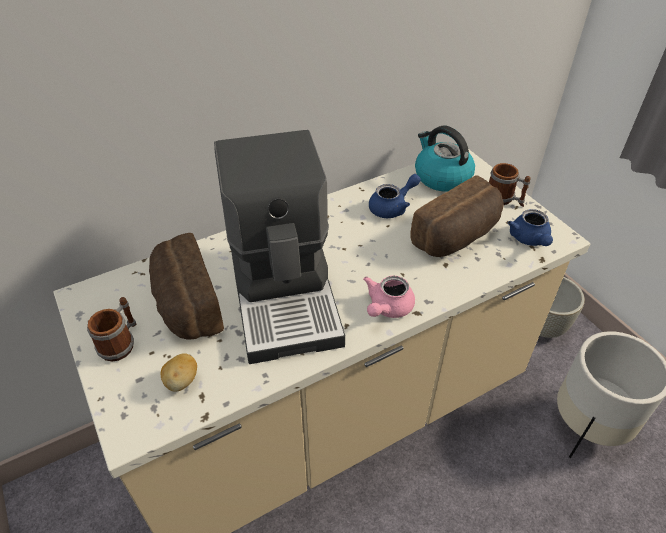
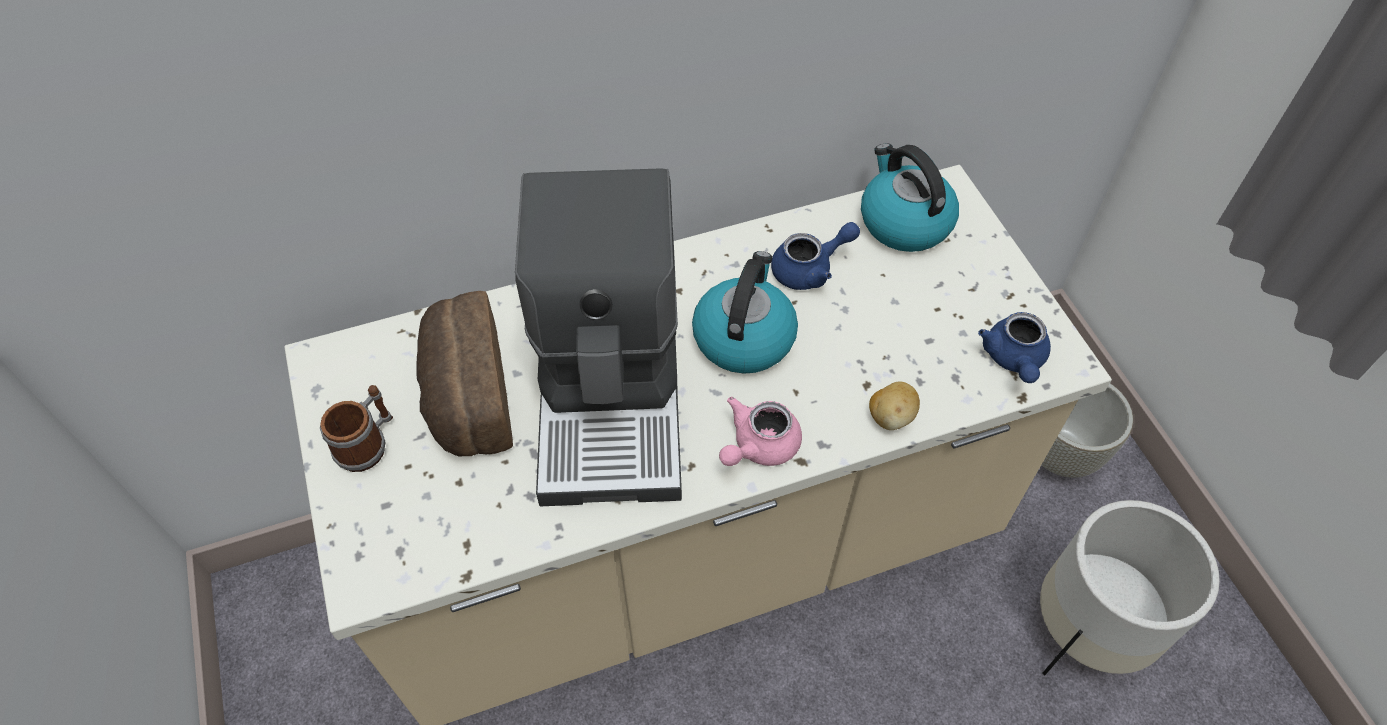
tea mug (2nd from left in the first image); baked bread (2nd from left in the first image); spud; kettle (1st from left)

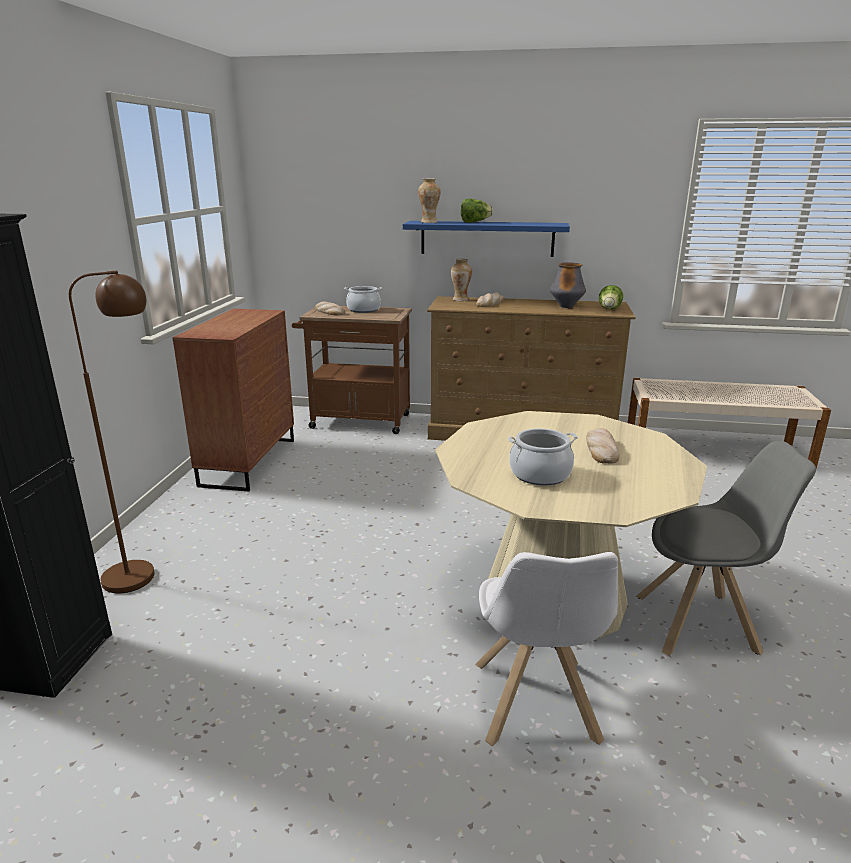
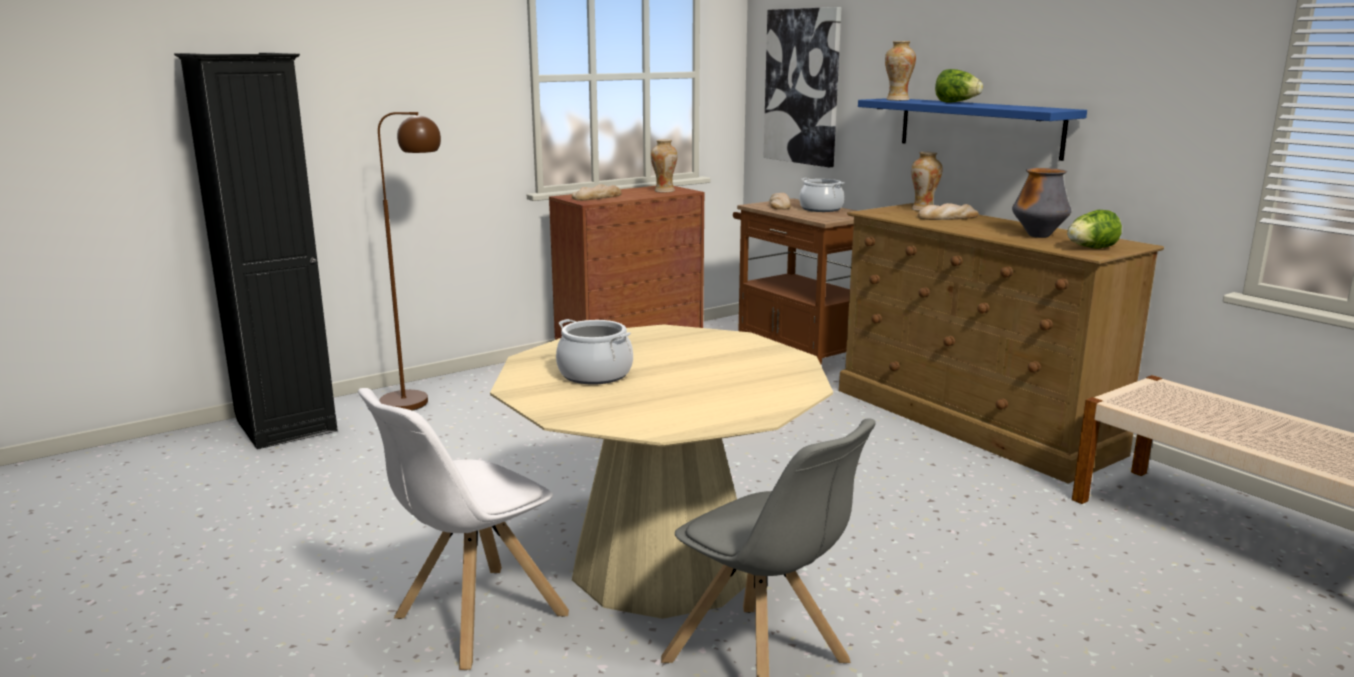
baked bread (1st from left); picture; vase (1st from left)

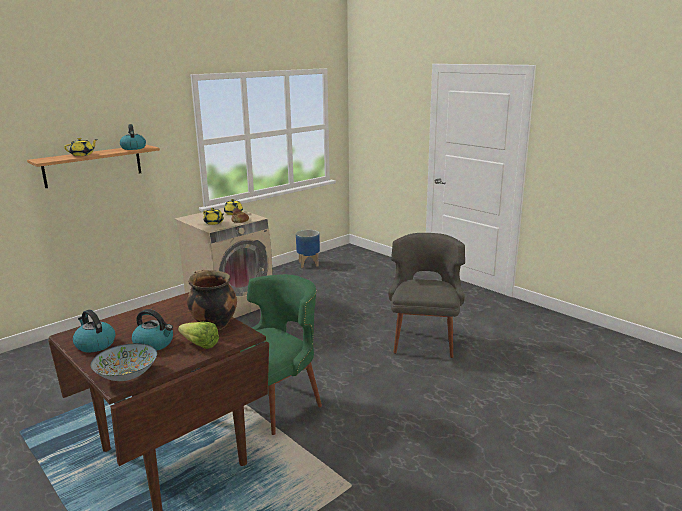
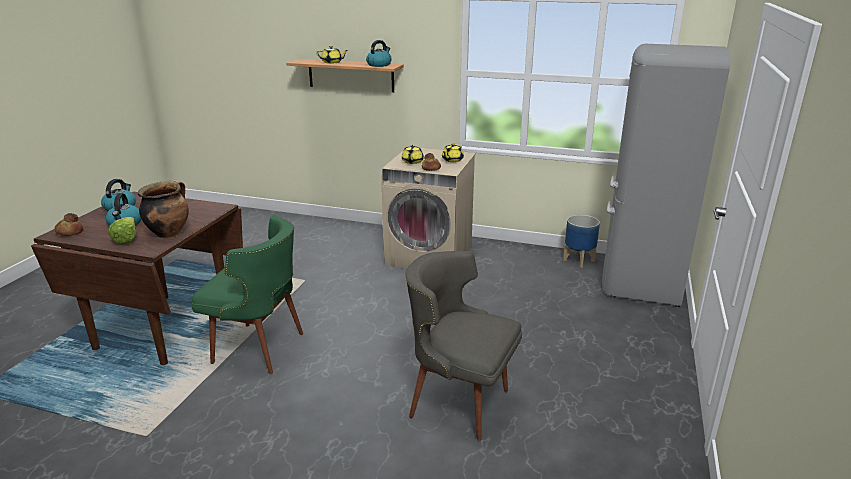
gray upright chair; baked bread (1st from left); gray fridge

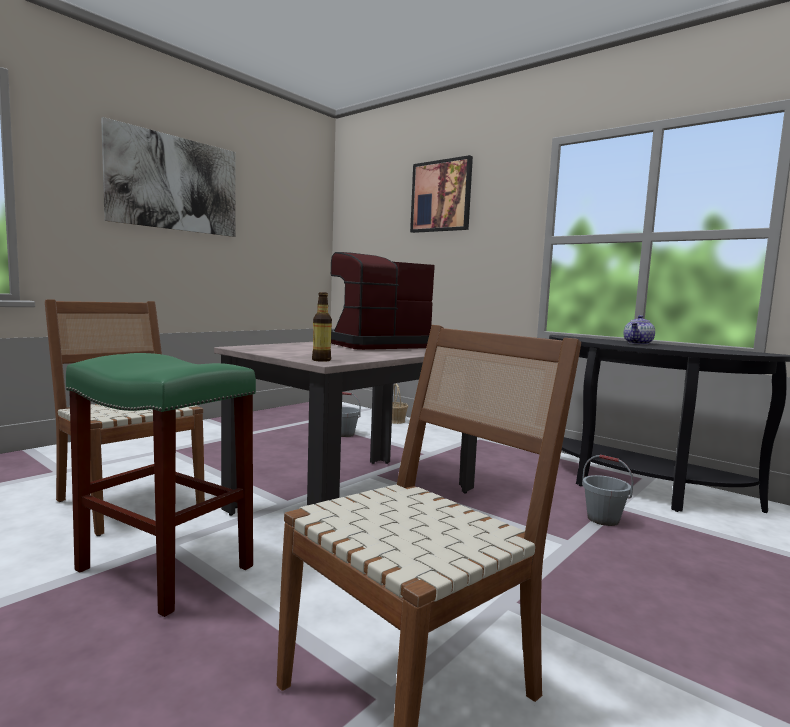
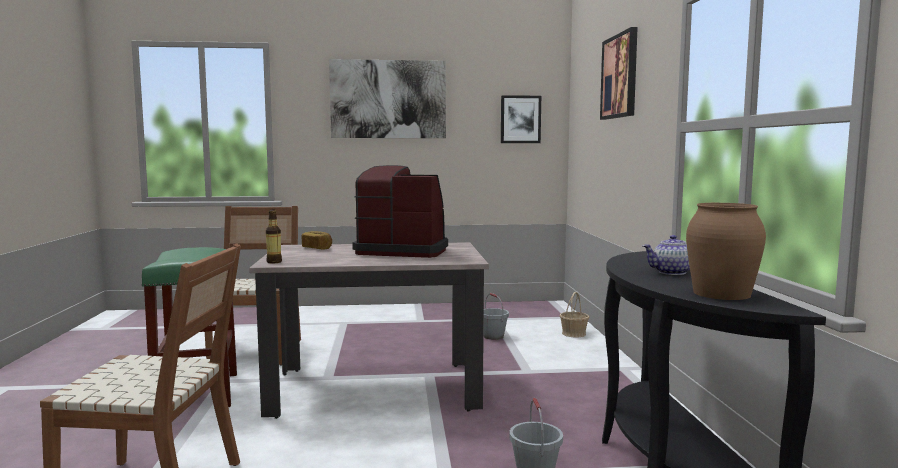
picture (2nd from left); brownish vase; baked bread

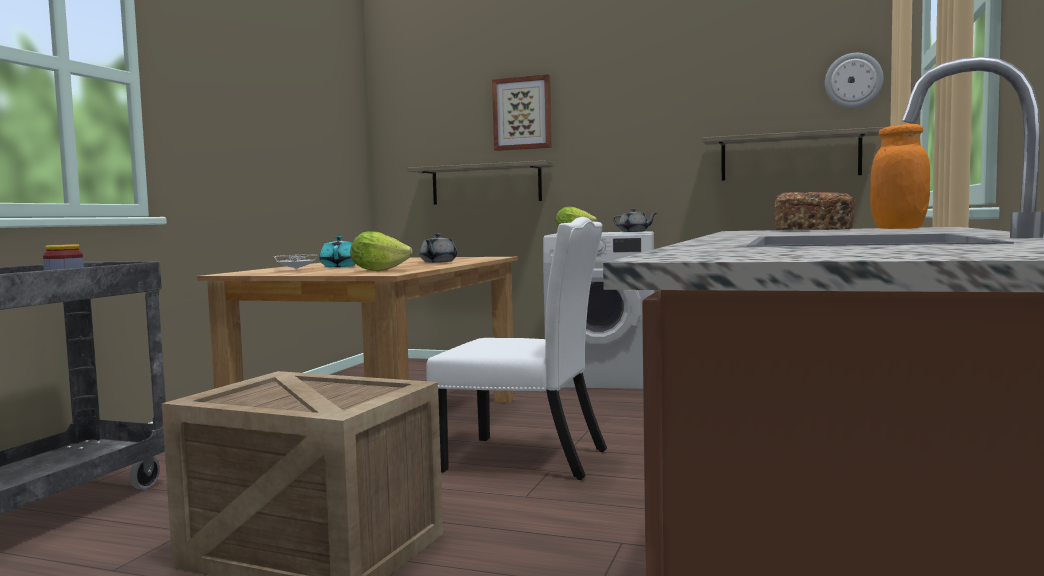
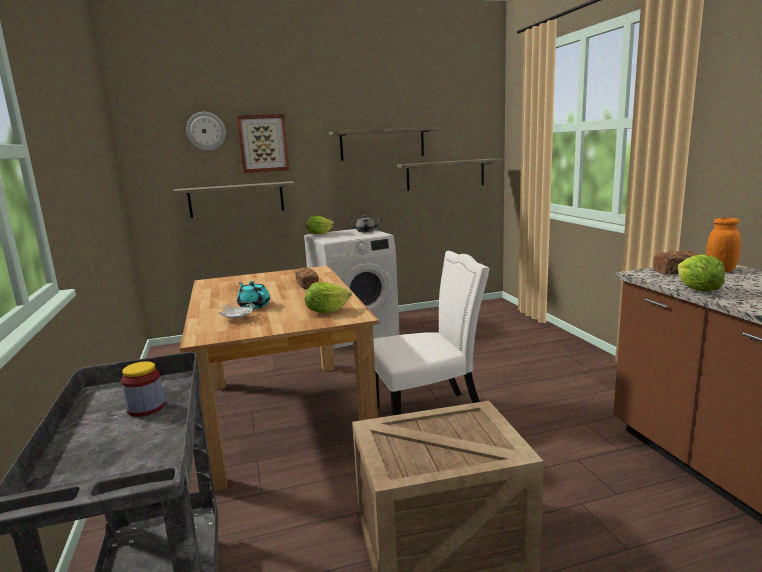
hanging clock; baked bread (1st from left); shelf (2nd from left); lettuce (3rd from left)

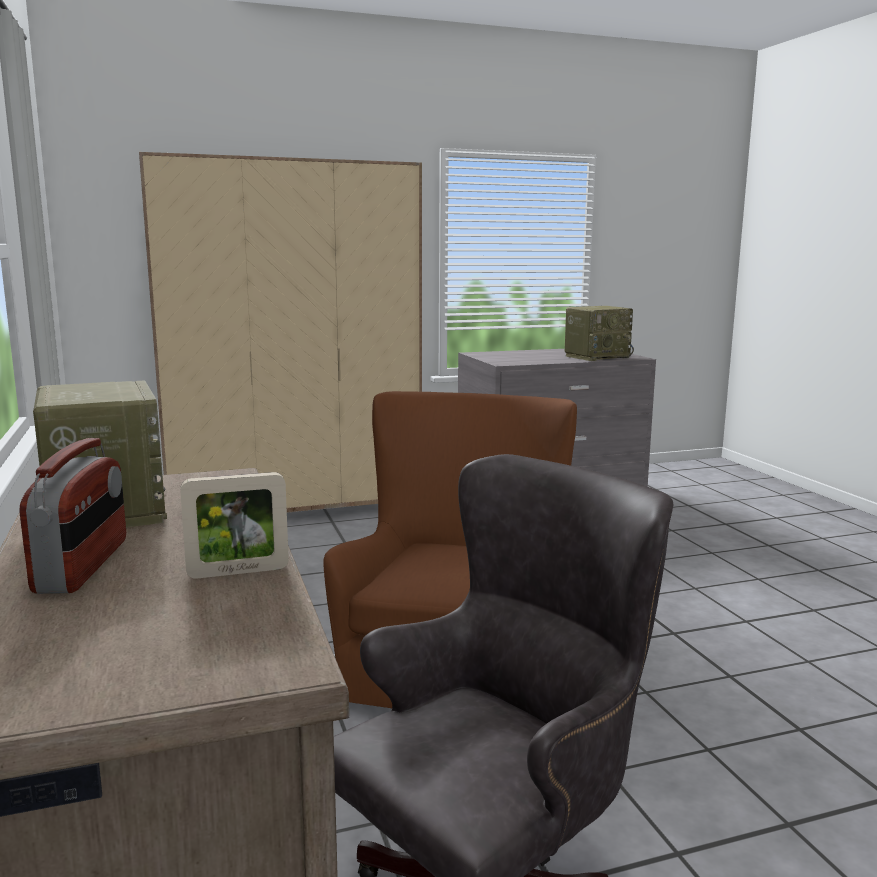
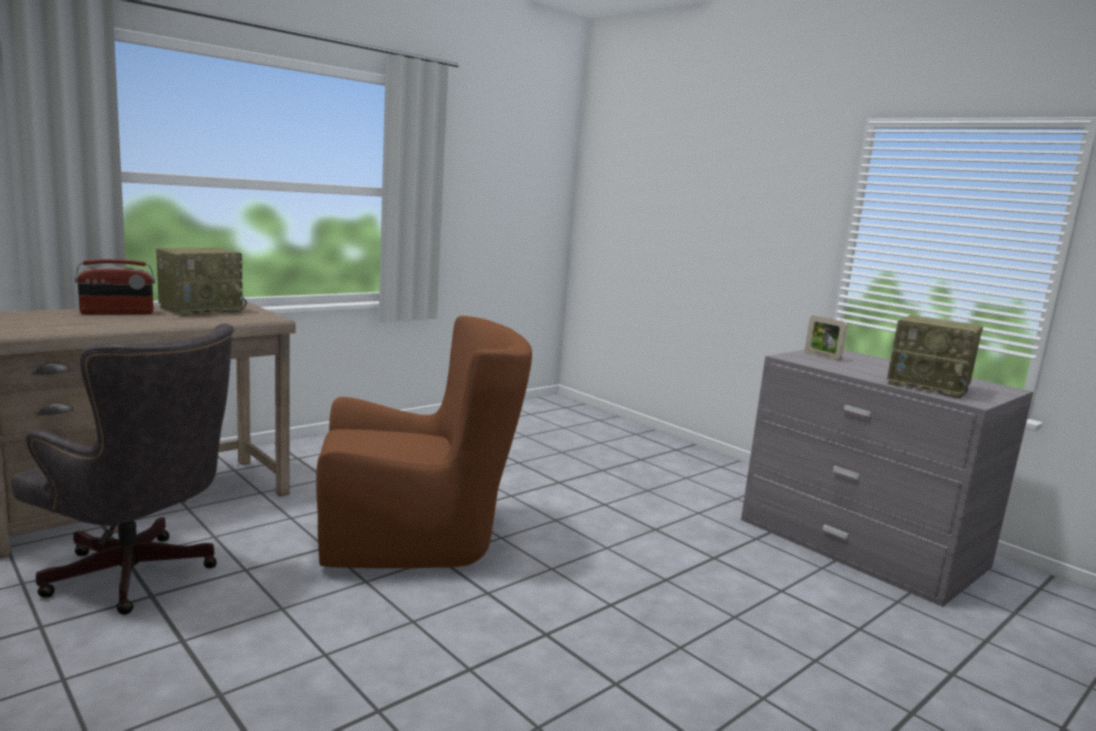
beige armoire; standing frame

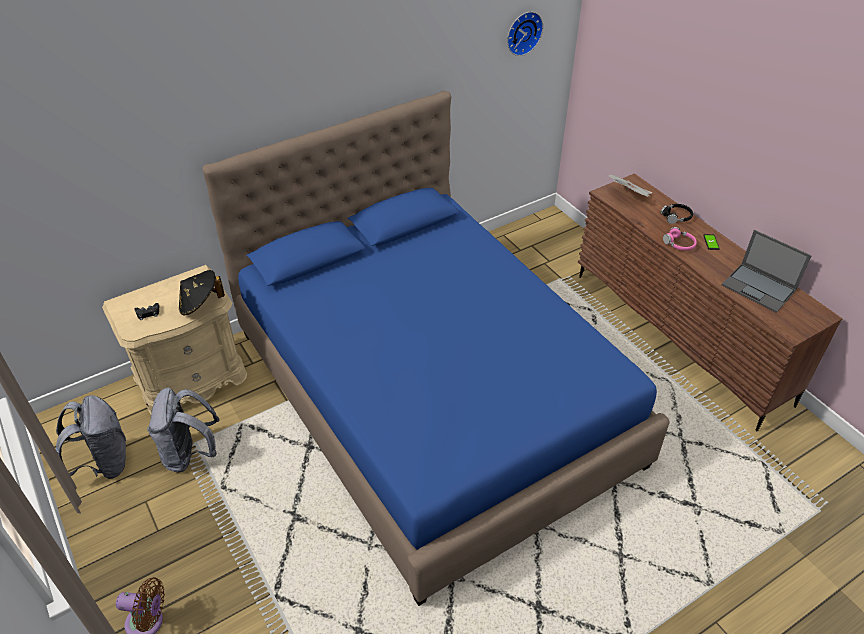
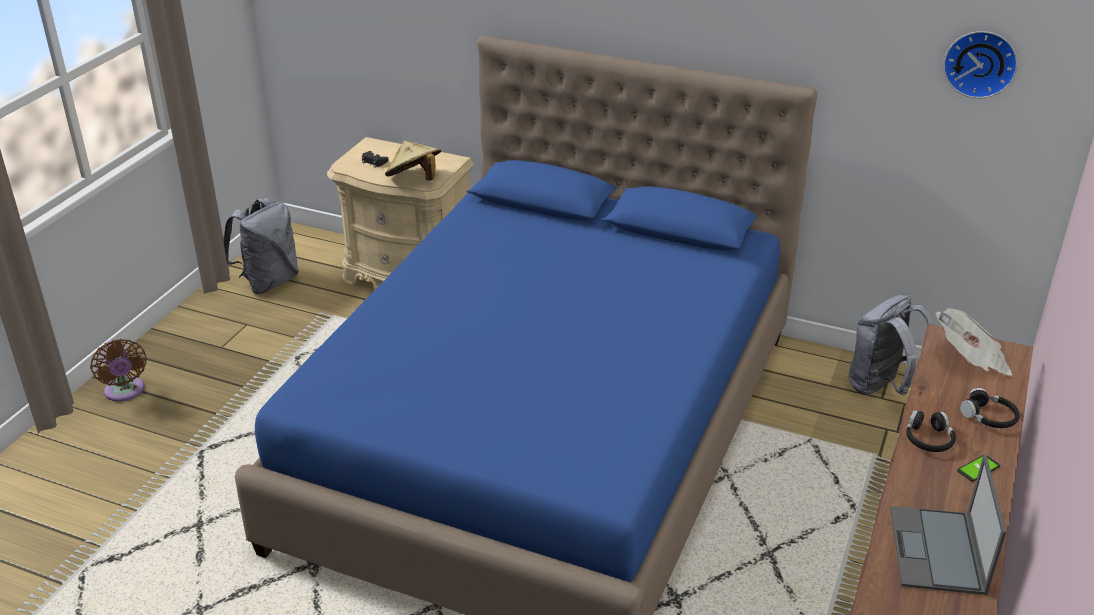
black headphones (1st from left); beige hat; gray knapsack (2nd from left)

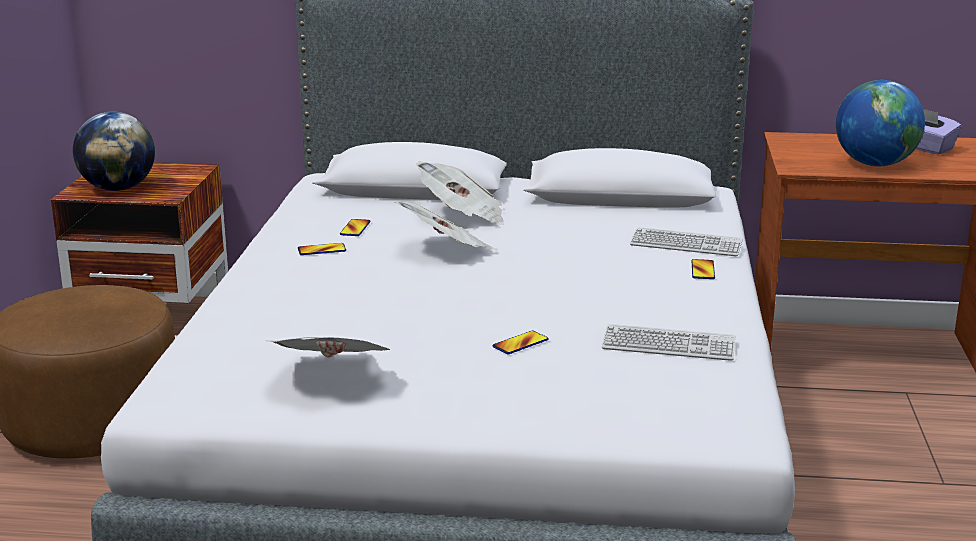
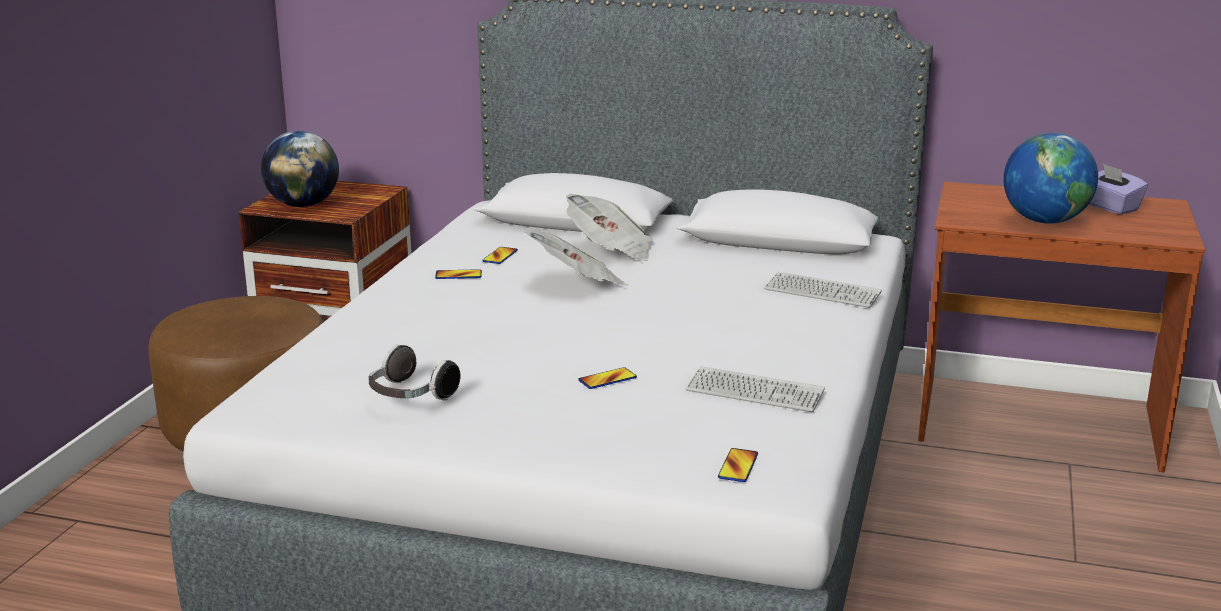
handset (4th from left); headphones

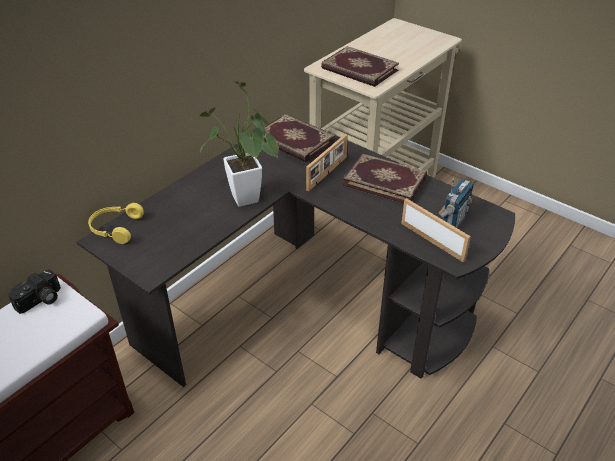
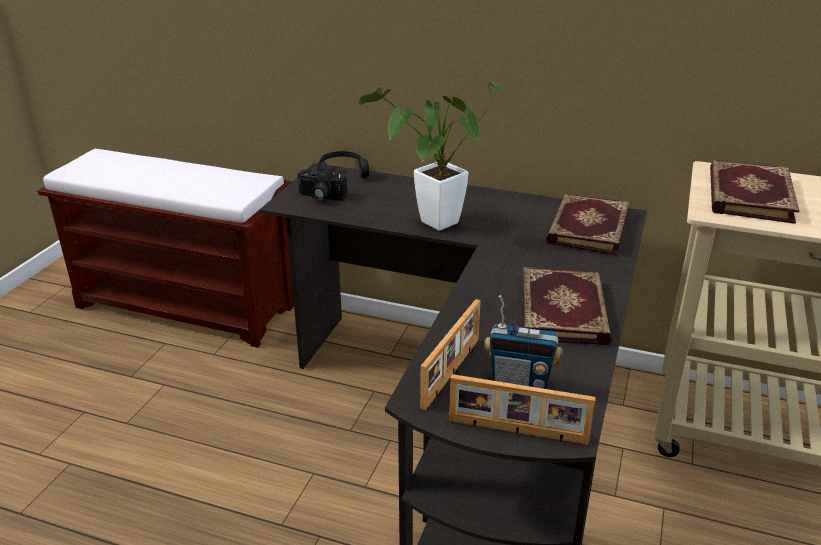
standing frame (2nd from left); black headphones; photo camera

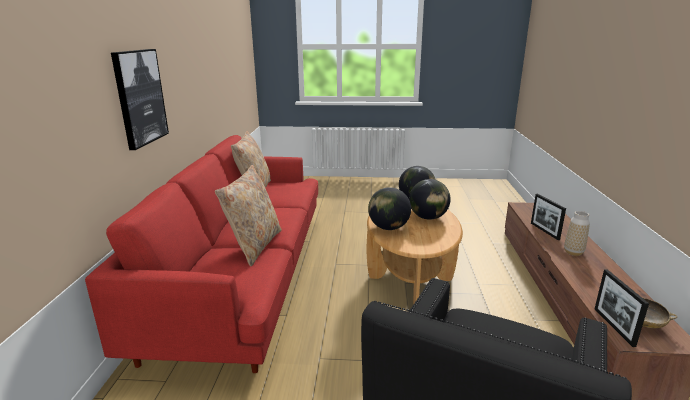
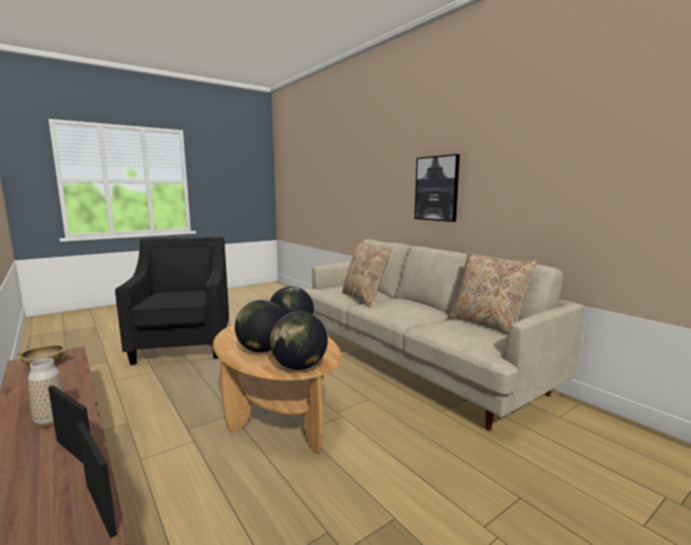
beige settee; standing frame (2nd from left)

